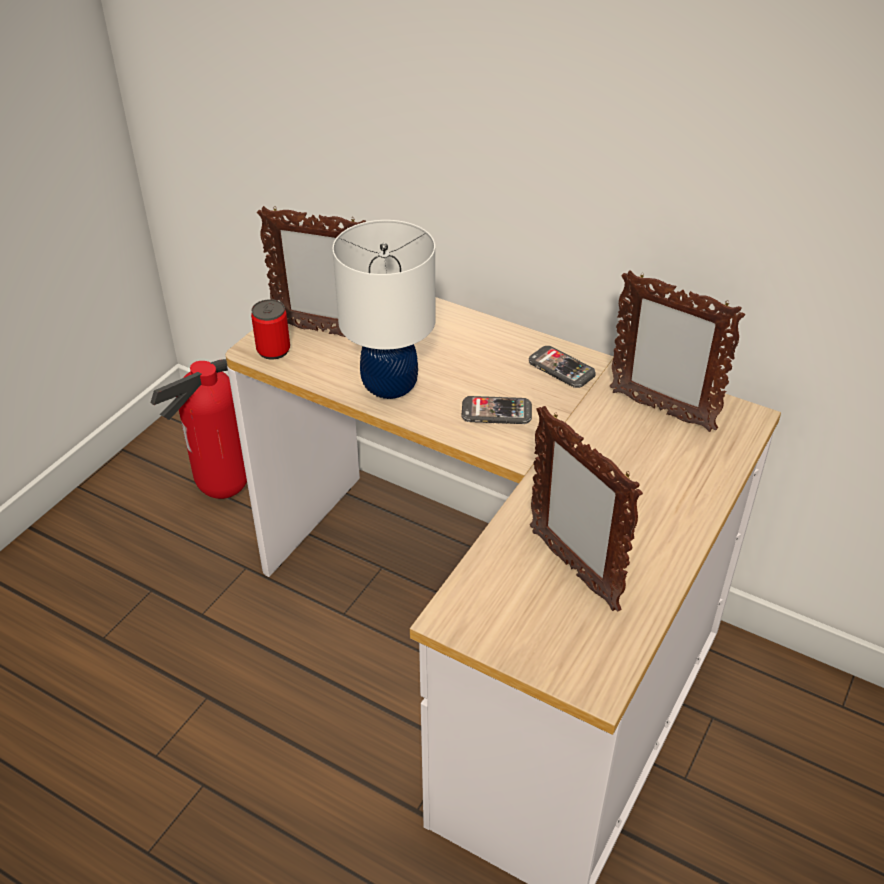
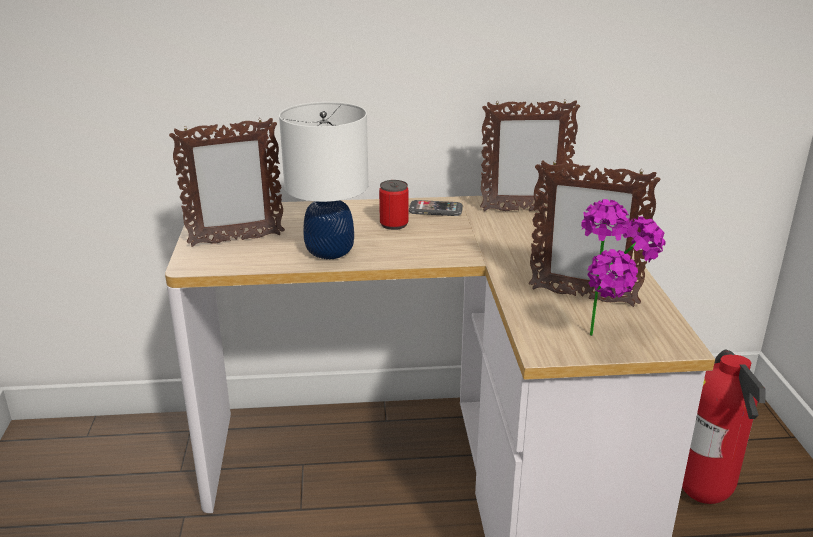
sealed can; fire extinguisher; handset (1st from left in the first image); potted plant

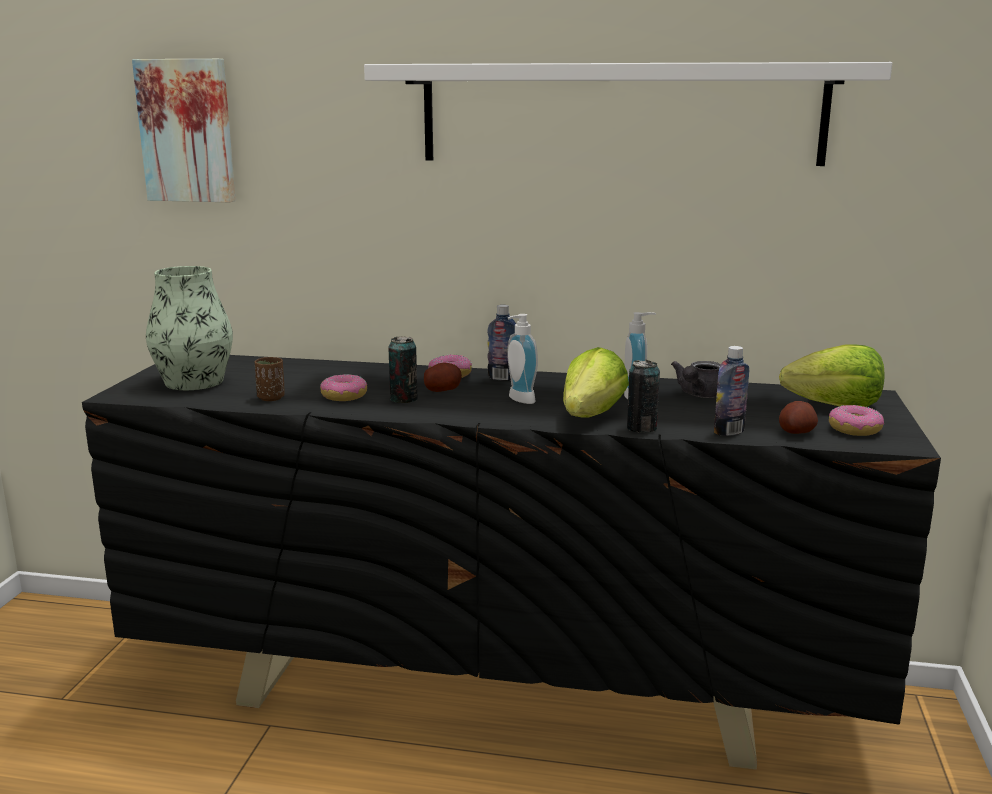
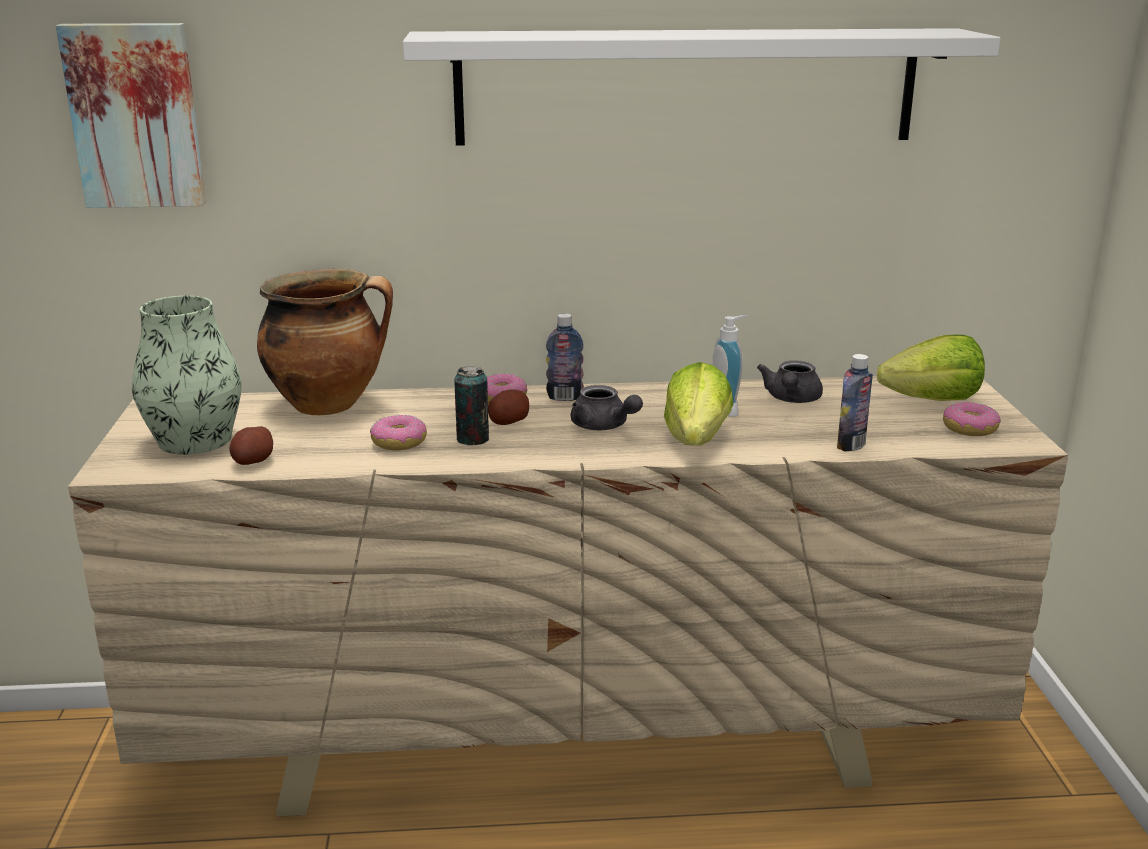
gray teapot (1st from left); beige cupboard; brownish small cup; sealed can (2nd from left in the first image); spud (1st from left); saucepot

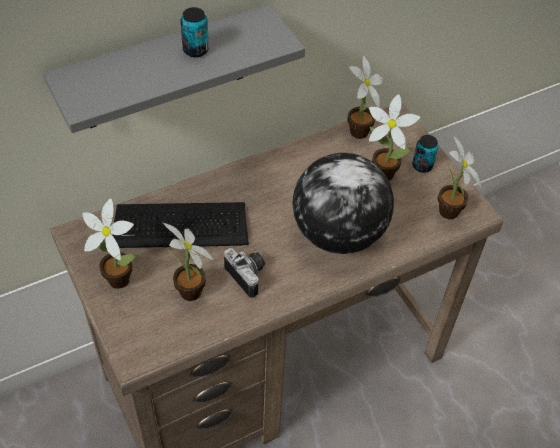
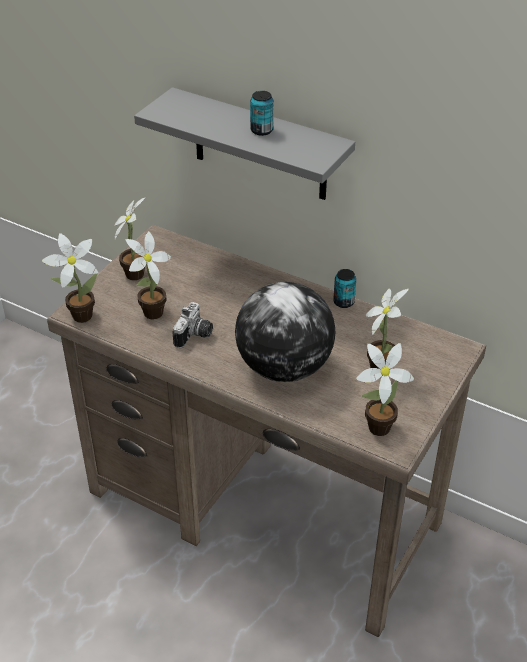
potted plant (1st from left); sealed can (2nd from left); PC keyboard

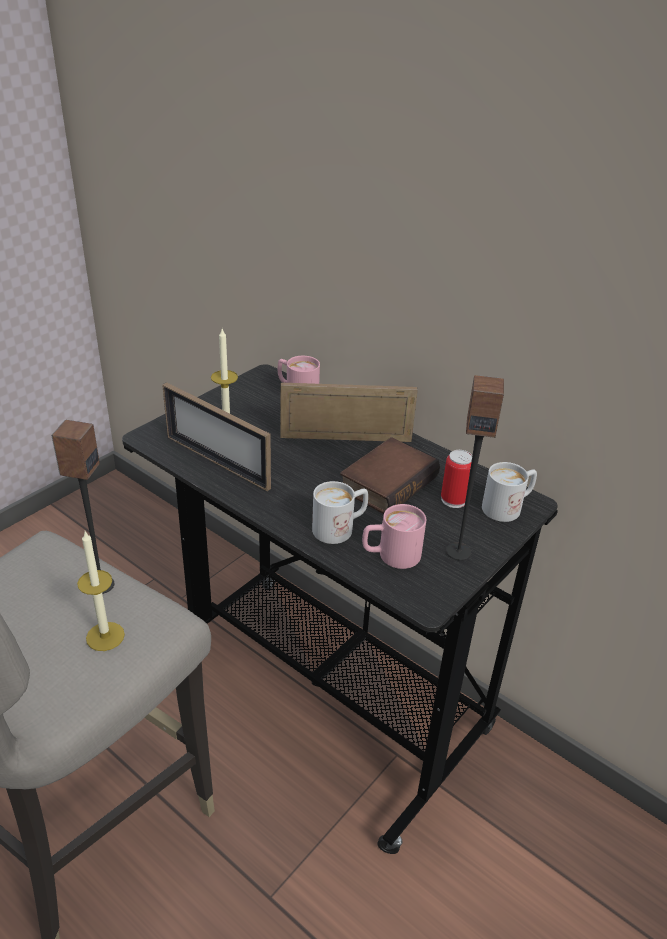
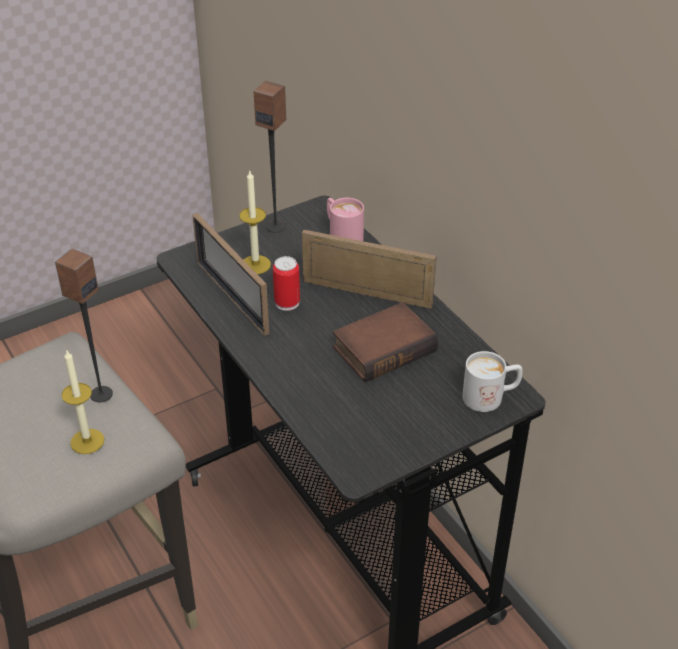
audio speaker (2nd from left); sealed can; white-coloured tea mug (1st from left in the first image); pink tea mug (2nd from left in the first image)

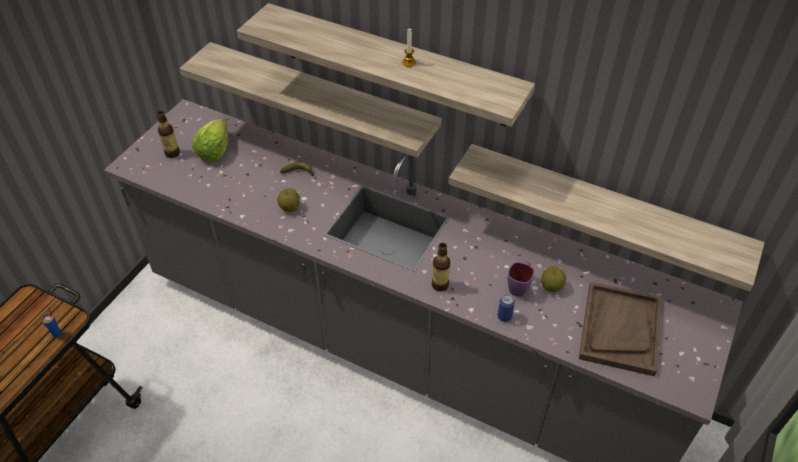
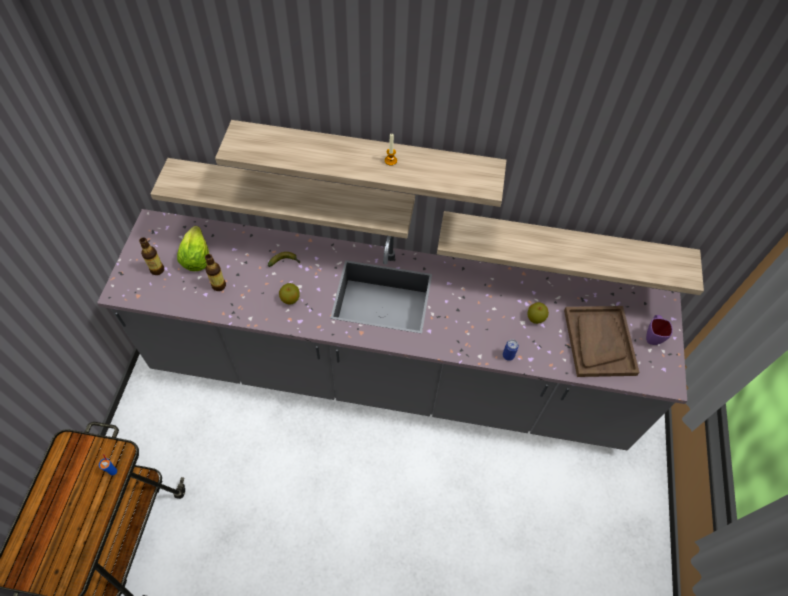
beverage bottle (2nd from left); purplish tea mug

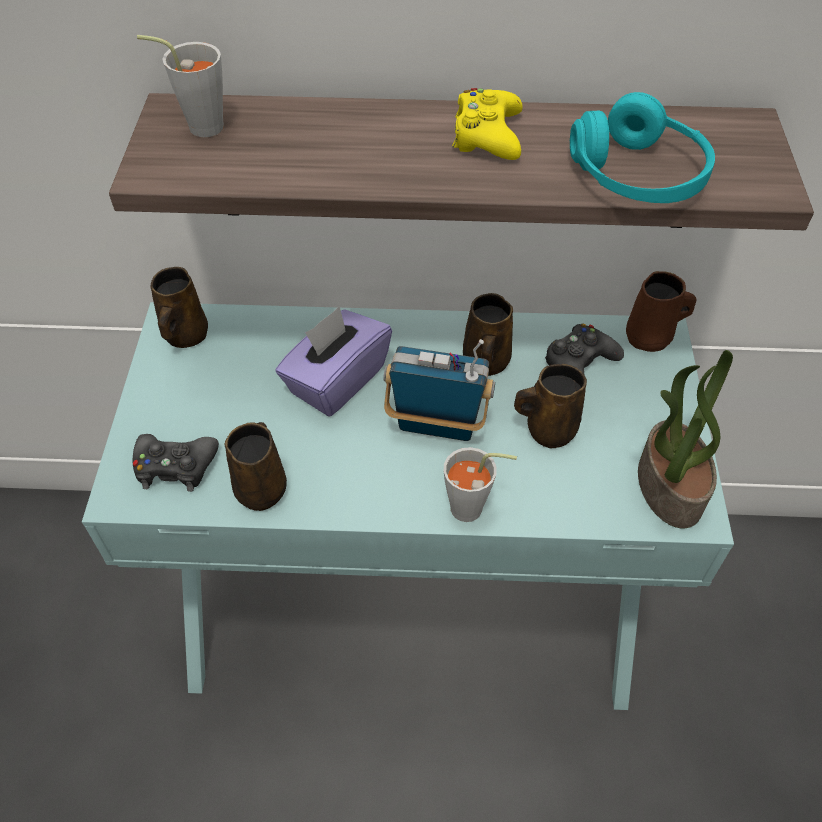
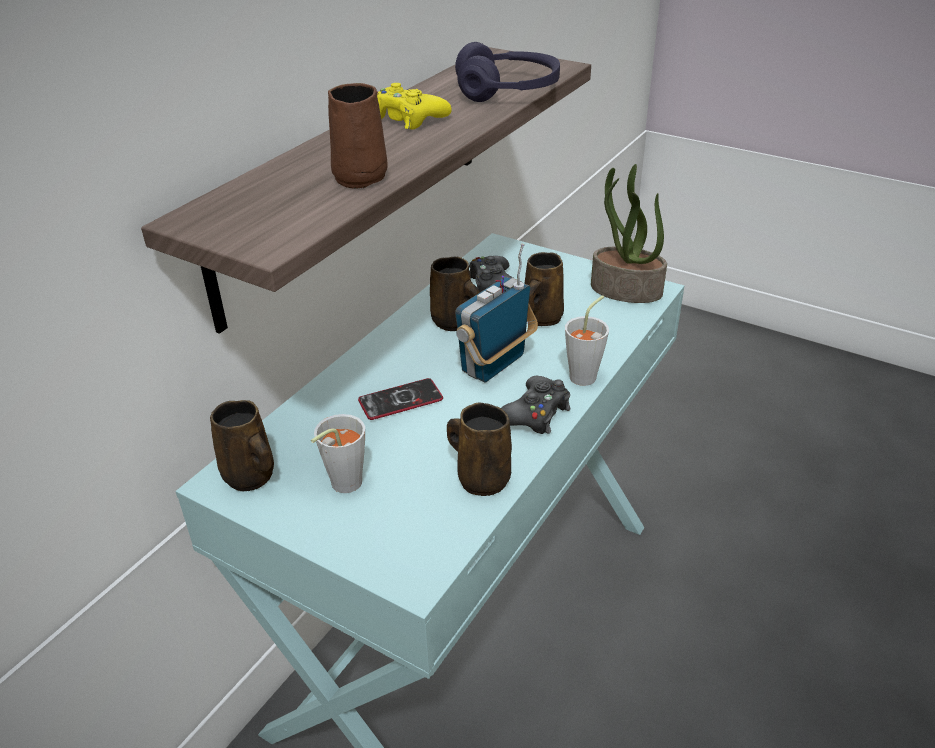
gray small cup (1st from left); purplish headphones; brownish tea mug (2nd from left); handset; black joypad (2nd from left)

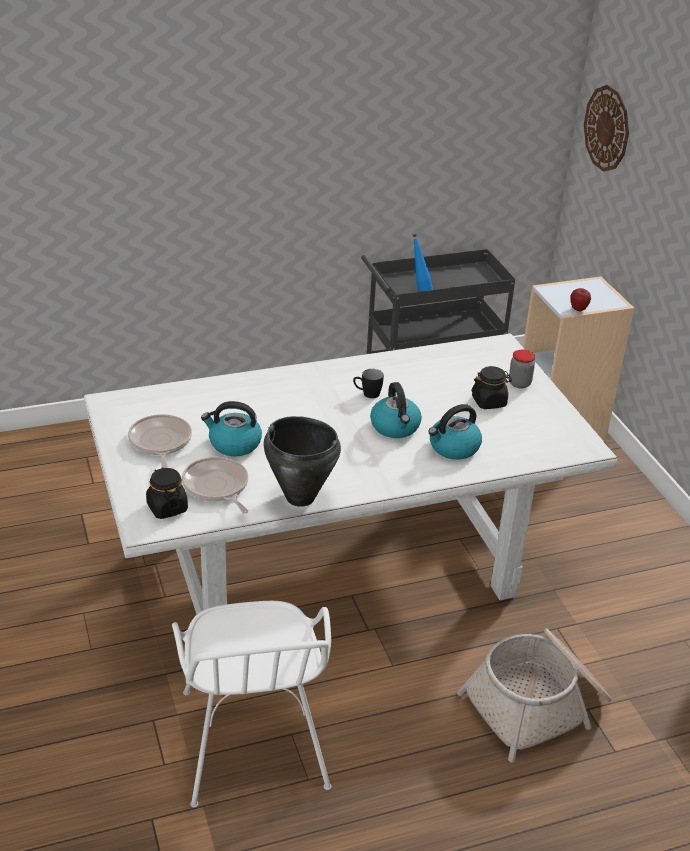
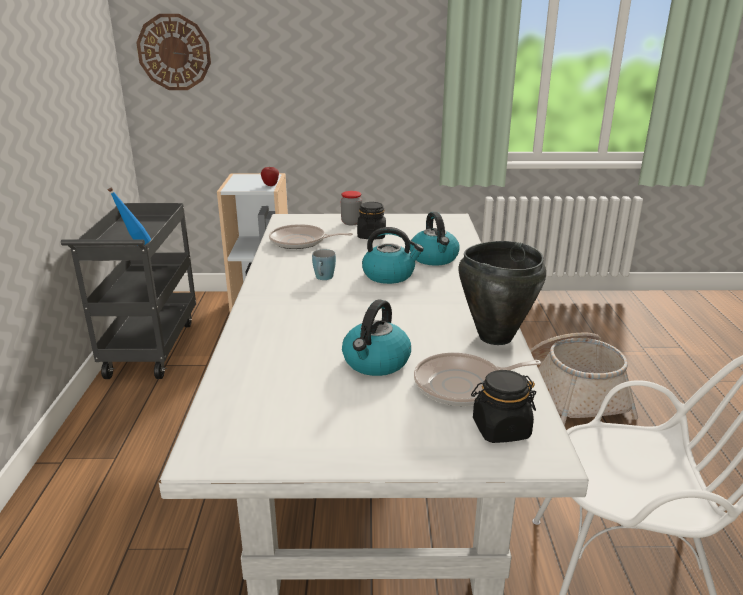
blue tea mug; frying pan (1st from left)

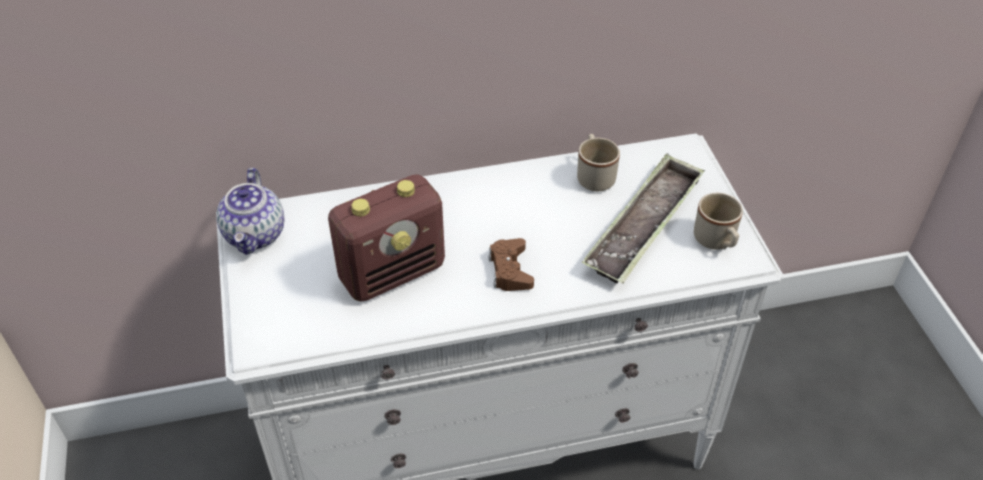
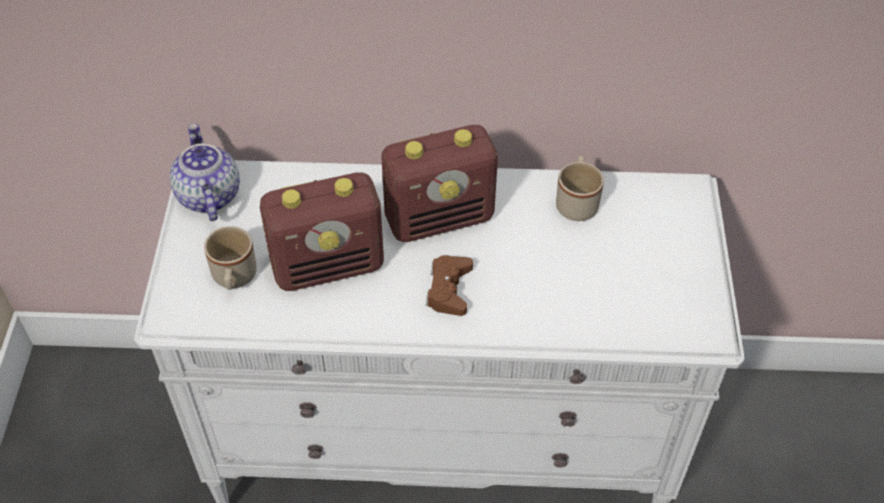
tray; teapot; beige tea mug (1st from left); radio receiver (2nd from left)

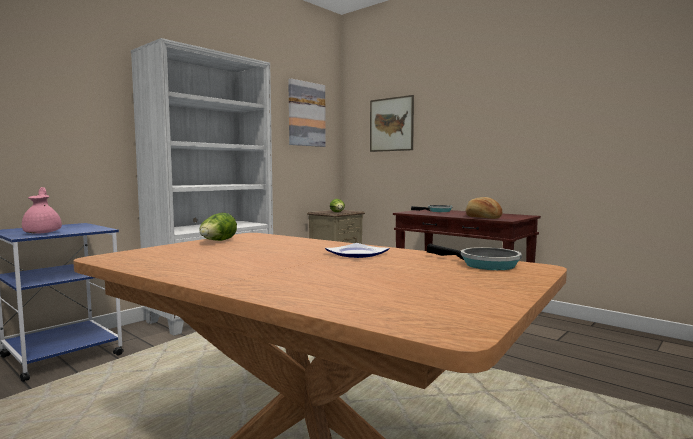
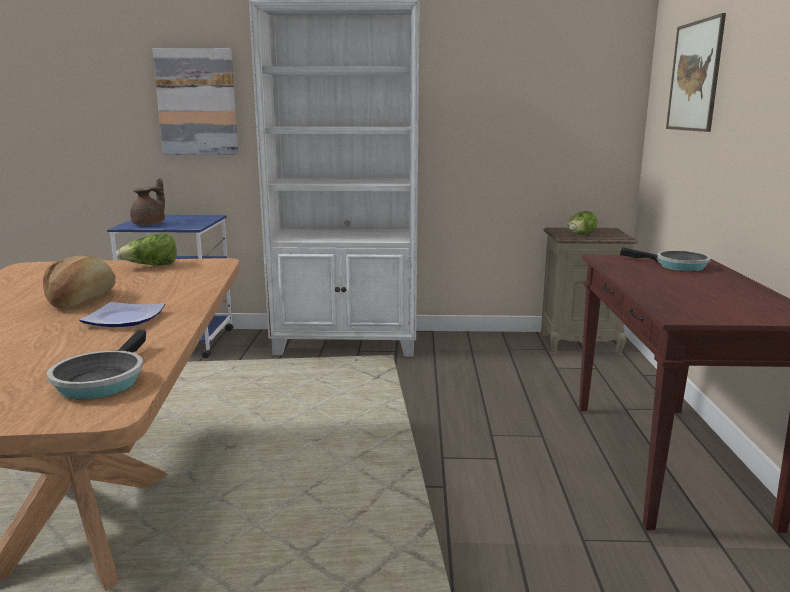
picture (1st from left); brownish teapot; baked bread

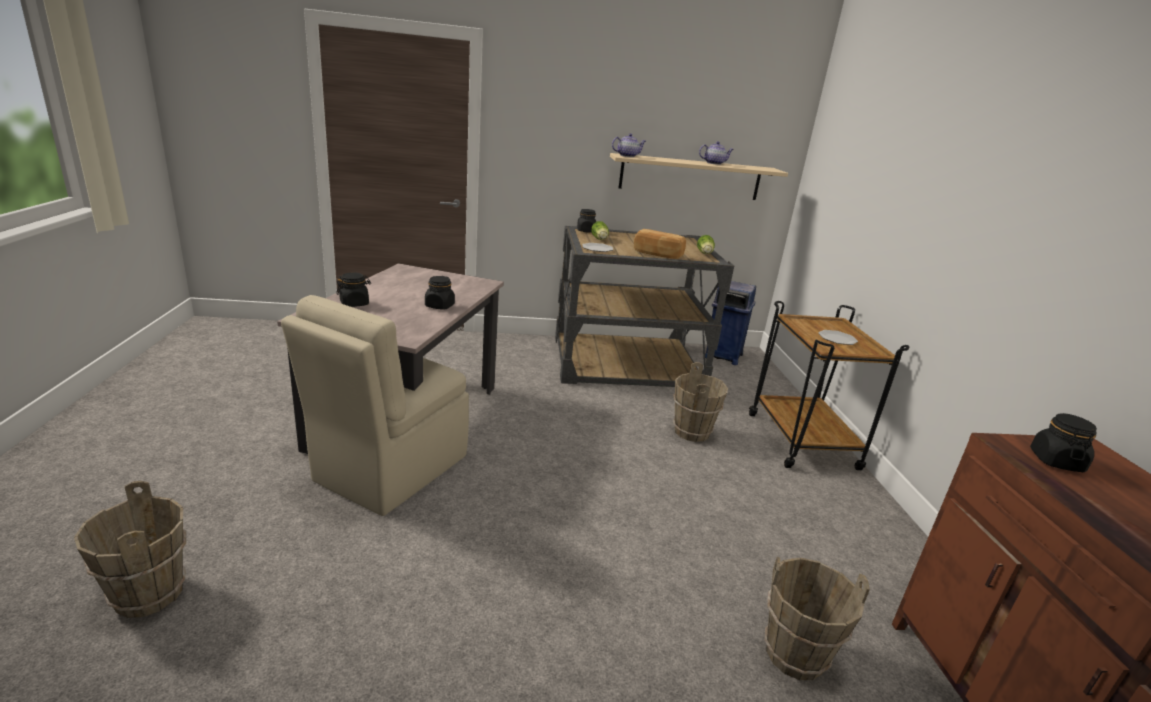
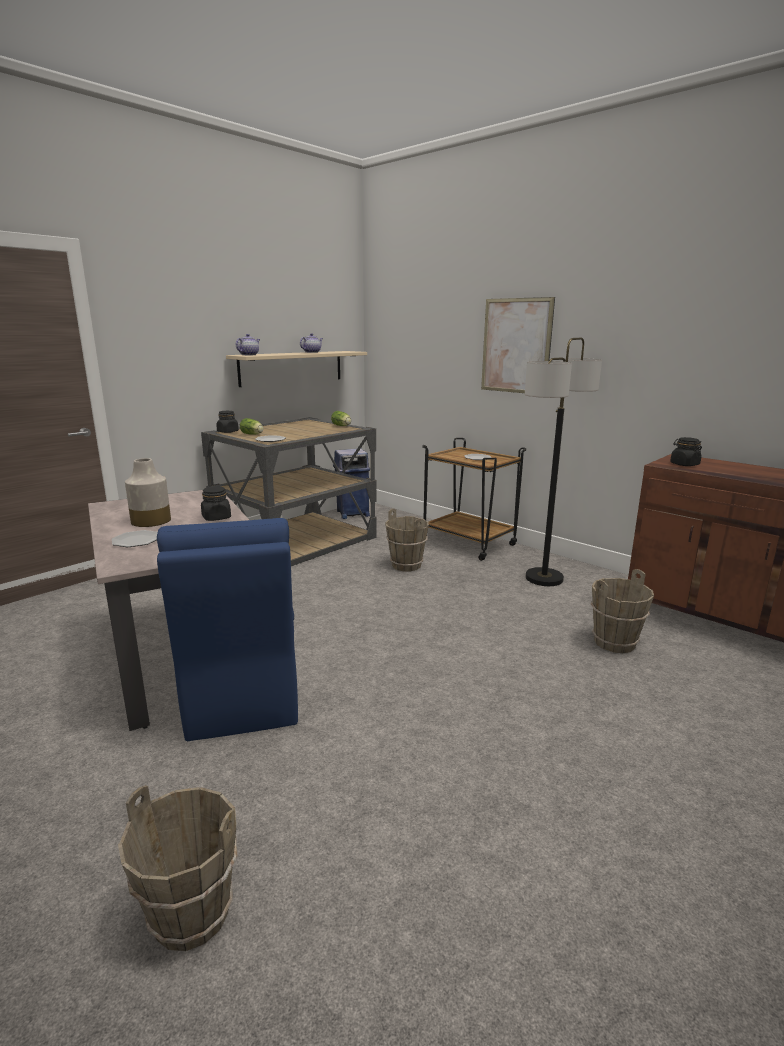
baked bread; flat dish (1st from left); blue upright chair; picture; standing lamp; beige vase

